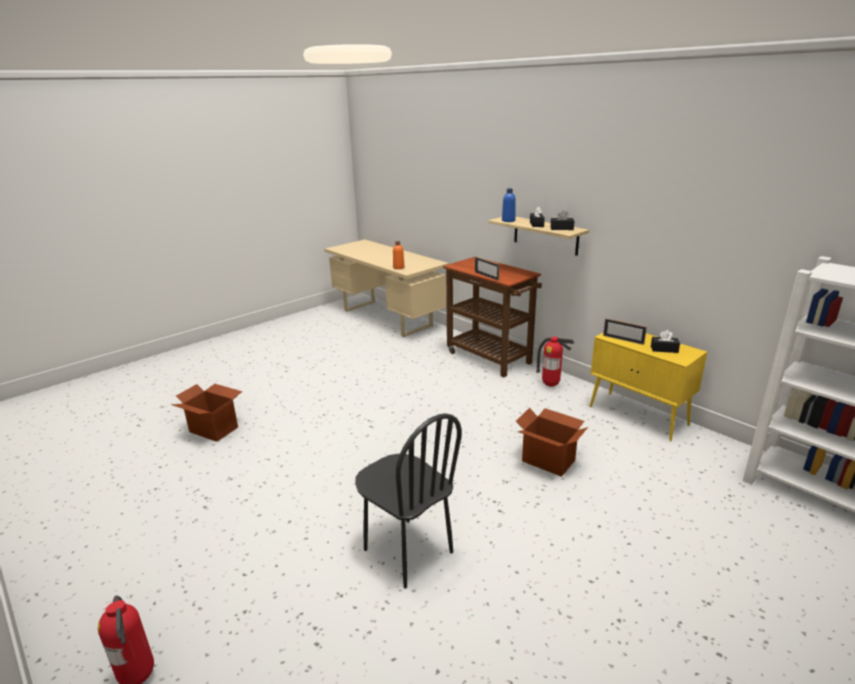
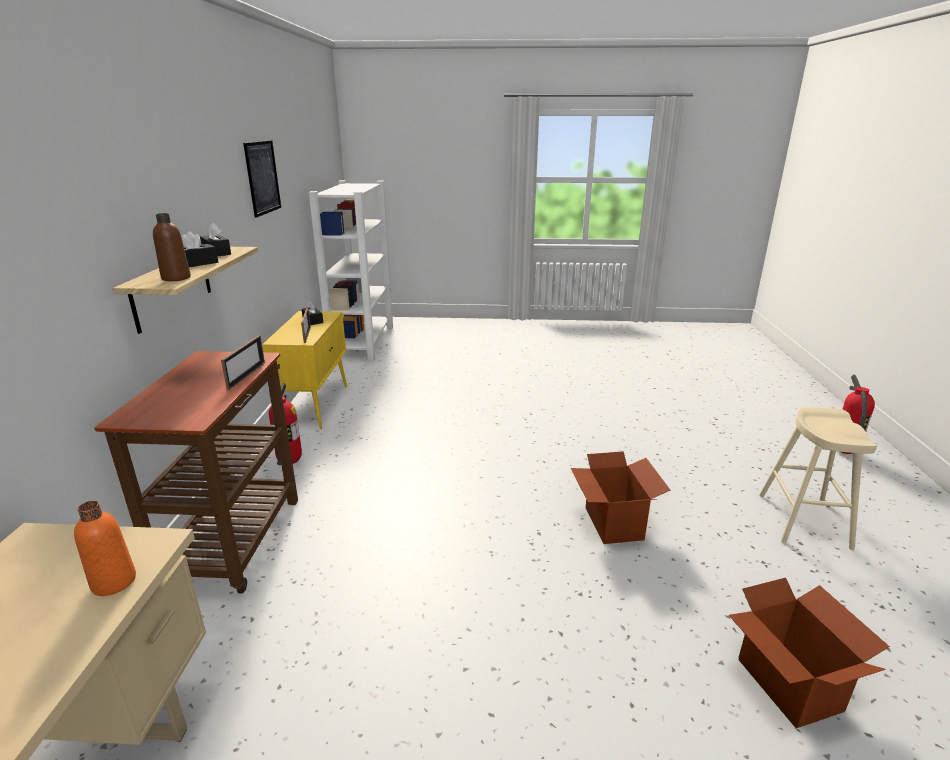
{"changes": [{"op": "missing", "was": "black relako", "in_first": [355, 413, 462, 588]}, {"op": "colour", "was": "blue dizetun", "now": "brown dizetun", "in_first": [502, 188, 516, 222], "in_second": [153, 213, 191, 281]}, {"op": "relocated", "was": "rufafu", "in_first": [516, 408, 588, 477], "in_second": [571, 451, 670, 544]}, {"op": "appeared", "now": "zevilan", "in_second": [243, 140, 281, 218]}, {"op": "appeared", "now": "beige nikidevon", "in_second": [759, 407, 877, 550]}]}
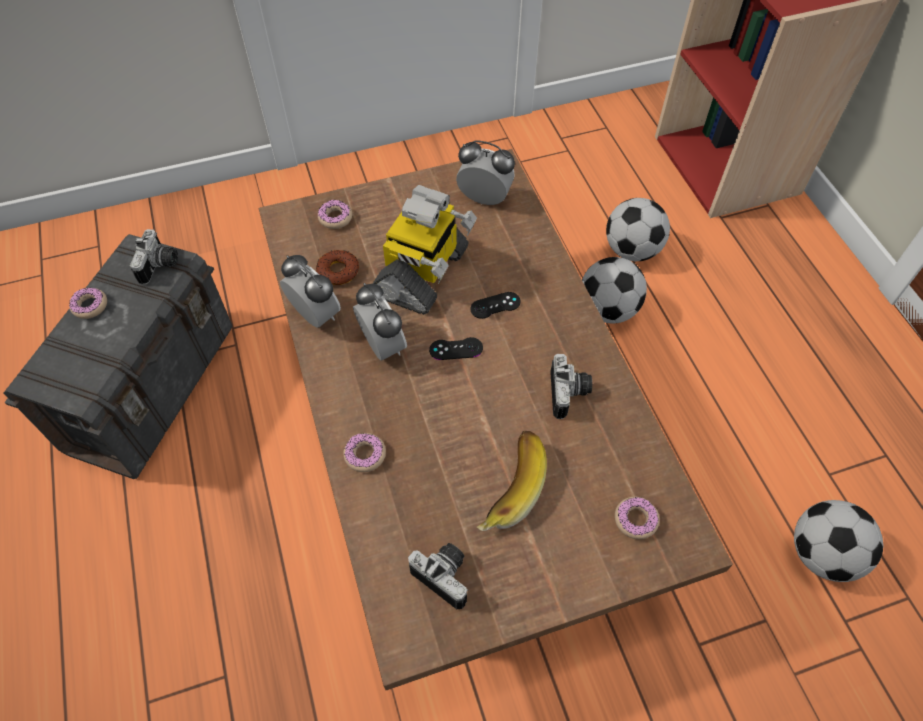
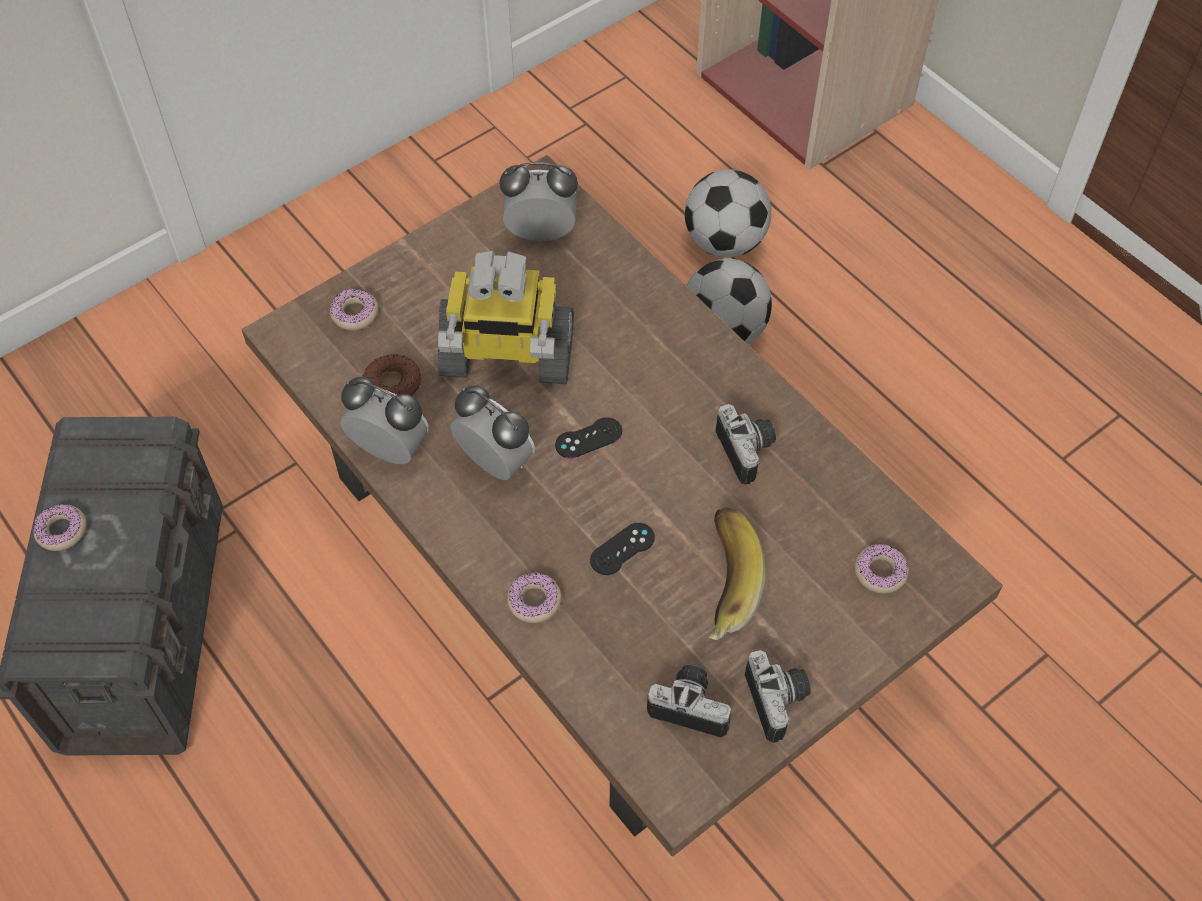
{"changes": [{"op": "relocated", "was": "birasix", "in_first": [130, 229, 178, 285], "in_second": [745, 650, 811, 743]}, {"op": "spun", "was": "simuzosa", "in_first": [372, 185, 477, 315], "in_second": [438, 251, 574, 385], "clockwise": 90}, {"op": "relocated", "was": "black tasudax", "in_first": [471, 292, 520, 319], "in_second": [590, 523, 655, 575]}, {"op": "missing", "was": "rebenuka", "in_first": [794, 500, 884, 582]}]}
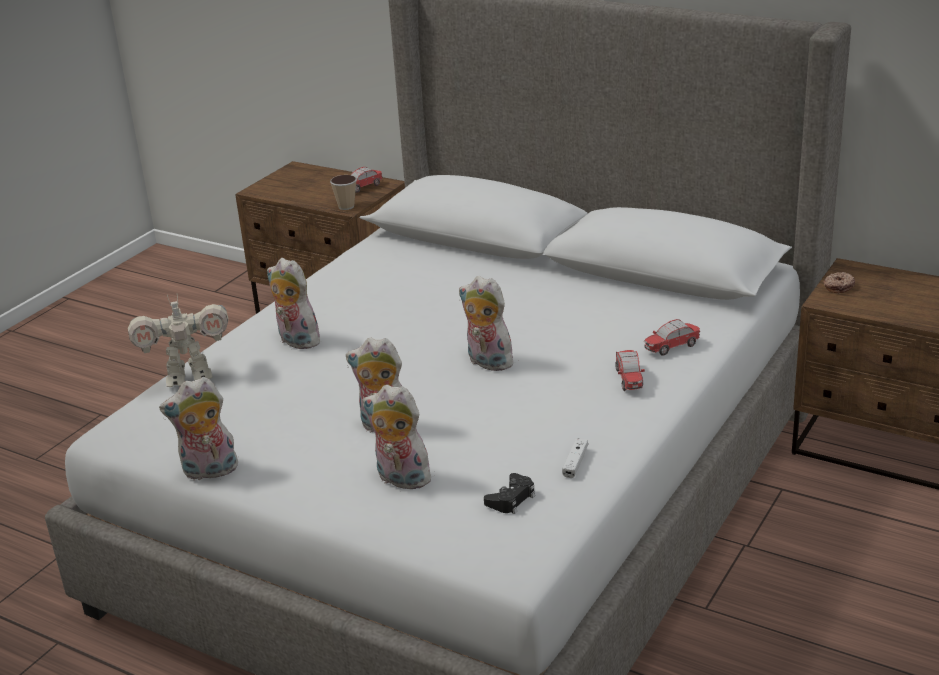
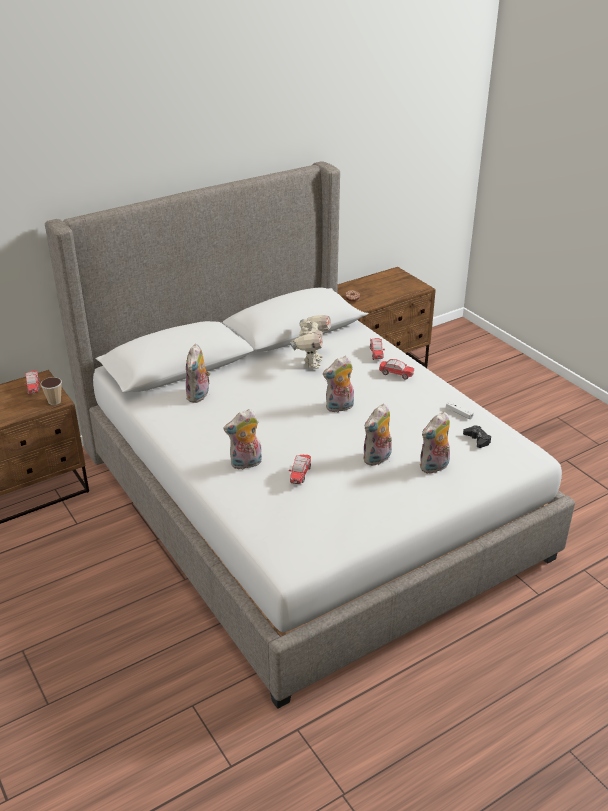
{"changes": [{"op": "relocated", "was": "simuzosa", "in_first": [128, 295, 228, 387], "in_second": [290, 315, 331, 369]}, {"op": "relocated", "was": "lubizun", "in_first": [159, 377, 238, 480], "in_second": [186, 344, 211, 403]}, {"op": "appeared", "now": "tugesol", "in_second": [289, 455, 311, 484]}]}
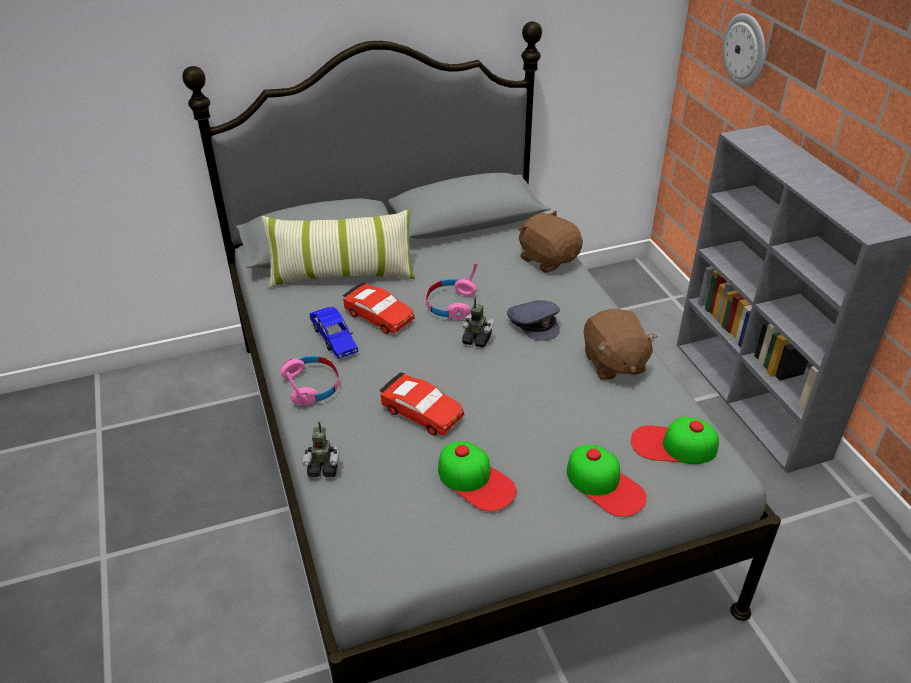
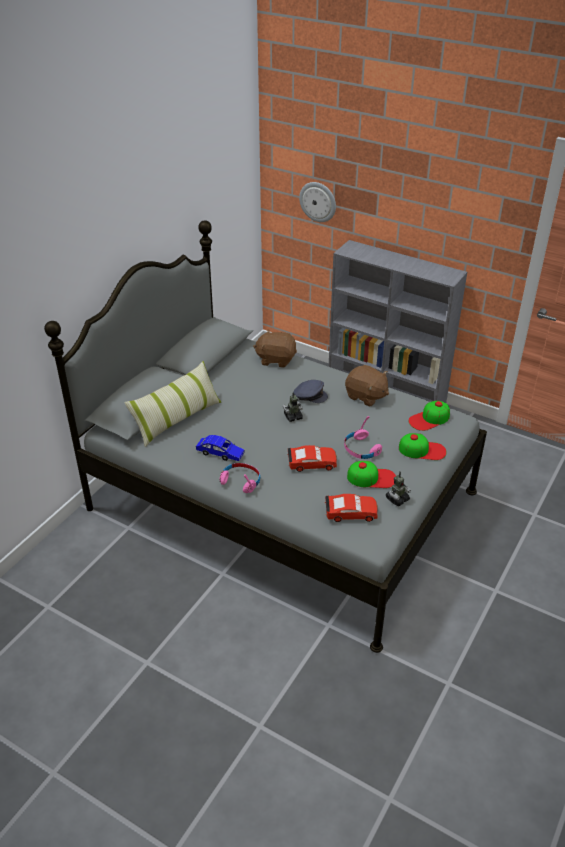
{"changes": [{"op": "relocated", "was": "simuzosa", "in_first": [303, 421, 340, 477], "in_second": [386, 472, 411, 506]}, {"op": "relocated", "was": "red tugesol", "in_first": [342, 282, 415, 334], "in_second": [325, 494, 378, 522]}, {"op": "relocated", "was": "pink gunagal", "in_first": [426, 263, 478, 320], "in_second": [344, 416, 382, 459]}]}
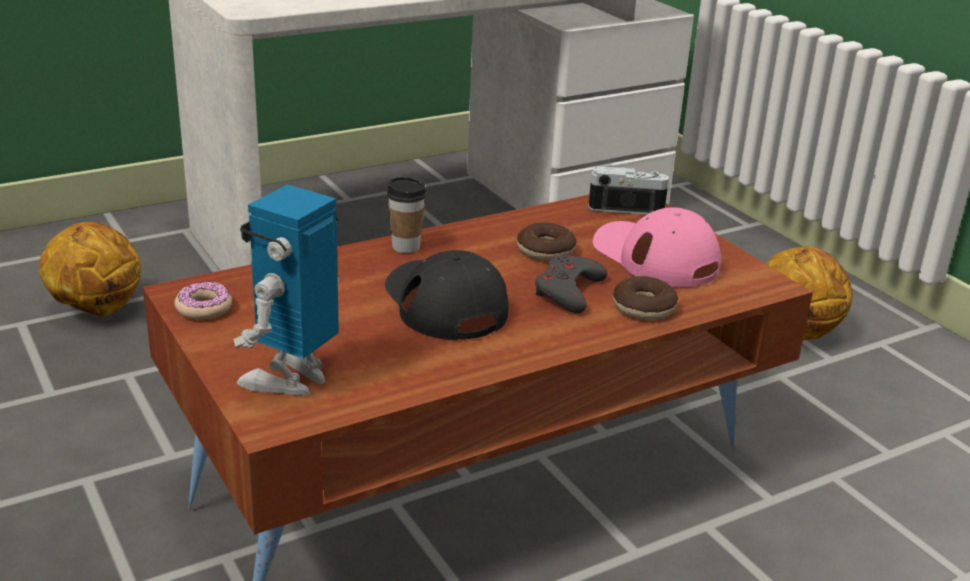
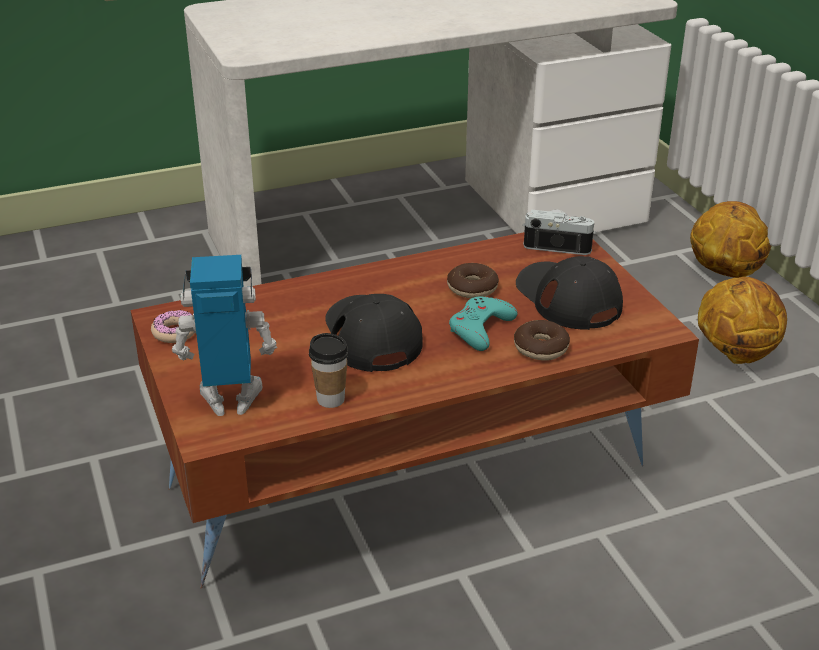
{"changes": [{"op": "relocated", "was": "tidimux", "in_first": [39, 222, 141, 316], "in_second": [690, 201, 771, 278]}, {"op": "spun", "was": "simuzosa", "in_first": [233, 184, 339, 395], "in_second": [172, 255, 277, 416], "clockwise": 45}, {"op": "relocated", "was": "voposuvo", "in_first": [387, 177, 427, 253], "in_second": [309, 333, 349, 408]}, {"op": "colour", "was": "grey tasudax", "now": "turquoise tasudax", "in_first": [535, 256, 607, 313], "in_second": [449, 297, 518, 351]}, {"op": "colour", "was": "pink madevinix", "now": "black madevinix", "in_first": [593, 207, 721, 287], "in_second": [516, 256, 623, 330]}]}
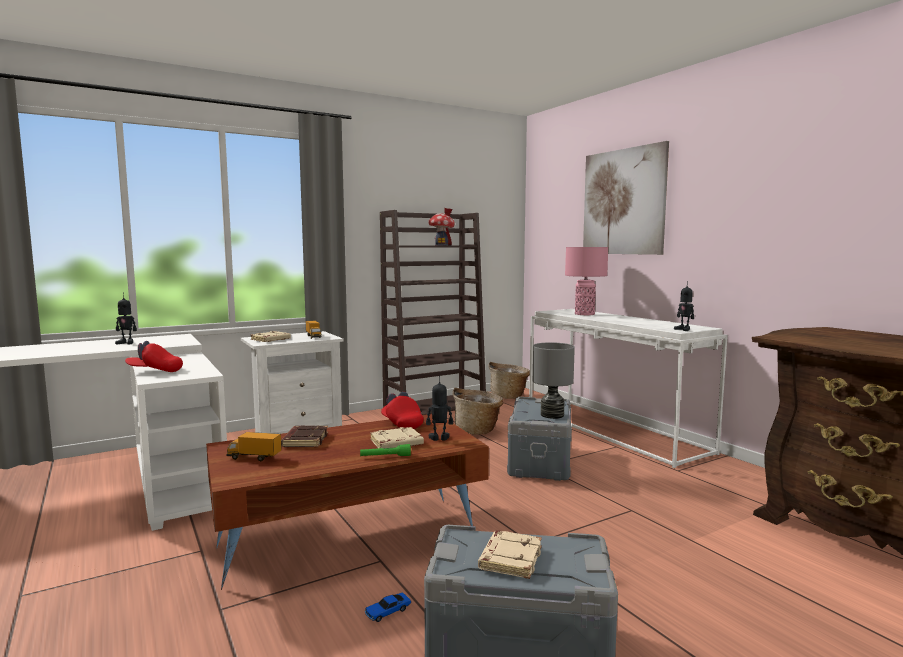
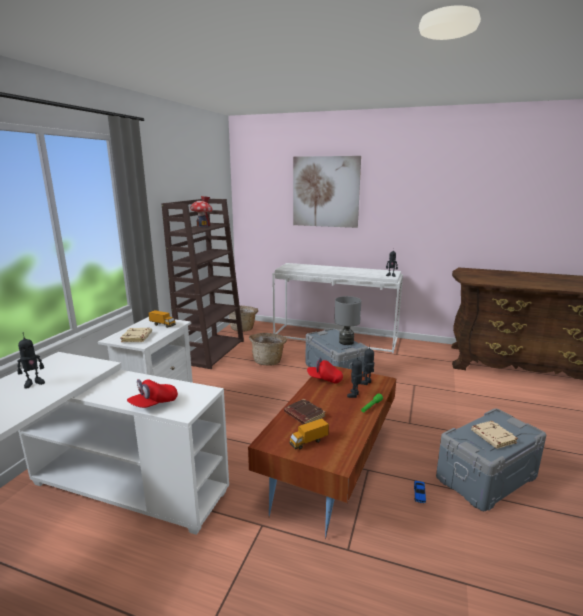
{"changes": [{"op": "exchanged", "was": "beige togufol", "now": "simuzosa", "in_first": [370, 427, 424, 448], "in_second": [347, 354, 363, 398]}, {"op": "missing", "was": "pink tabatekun", "in_first": [565, 247, 608, 315]}]}
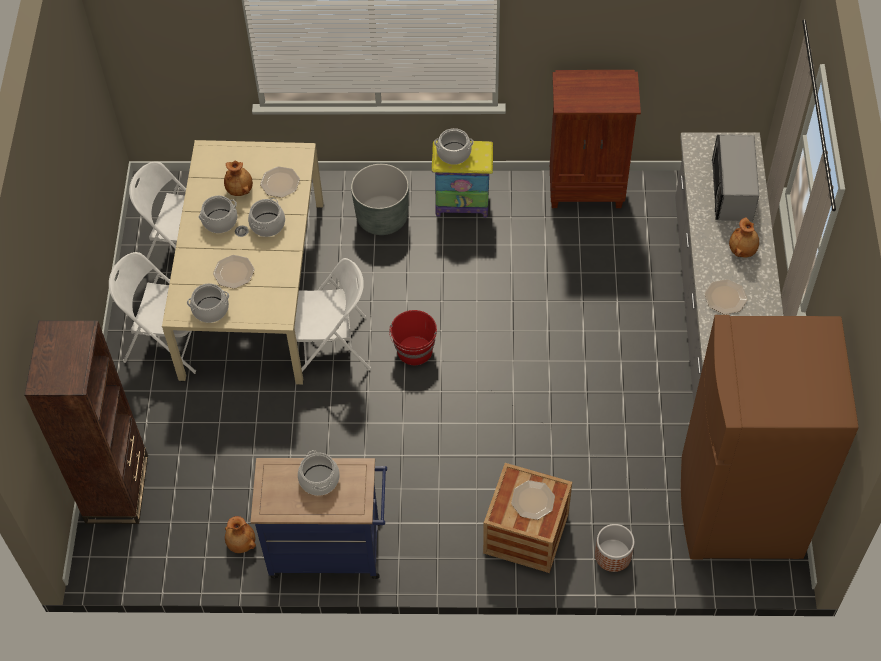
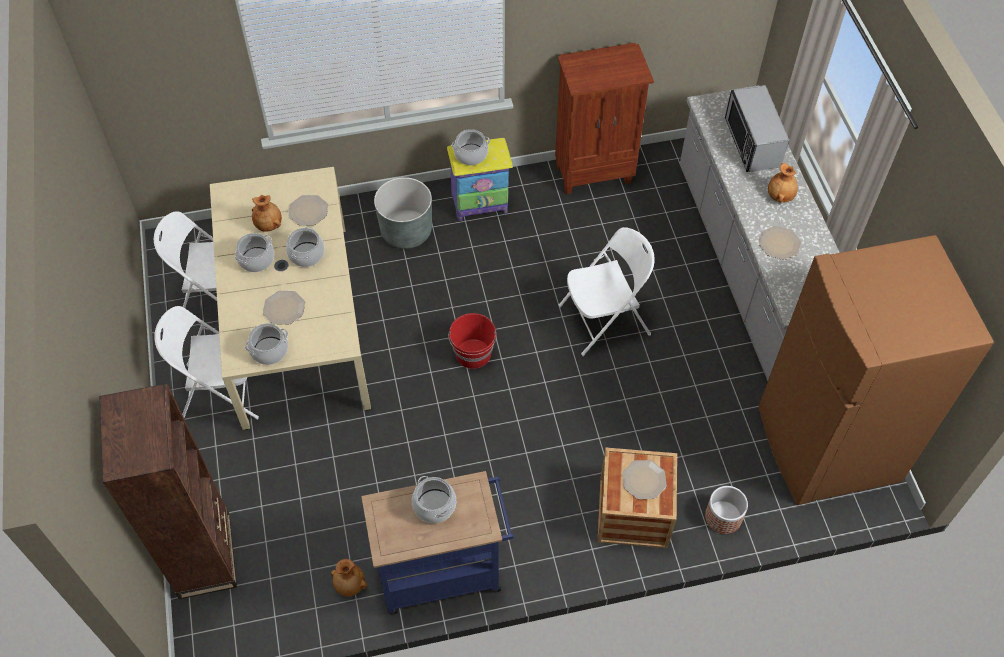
{"changes": [{"op": "relocated", "was": "white relako", "in_first": [294, 258, 371, 372], "in_second": [559, 227, 655, 356]}]}
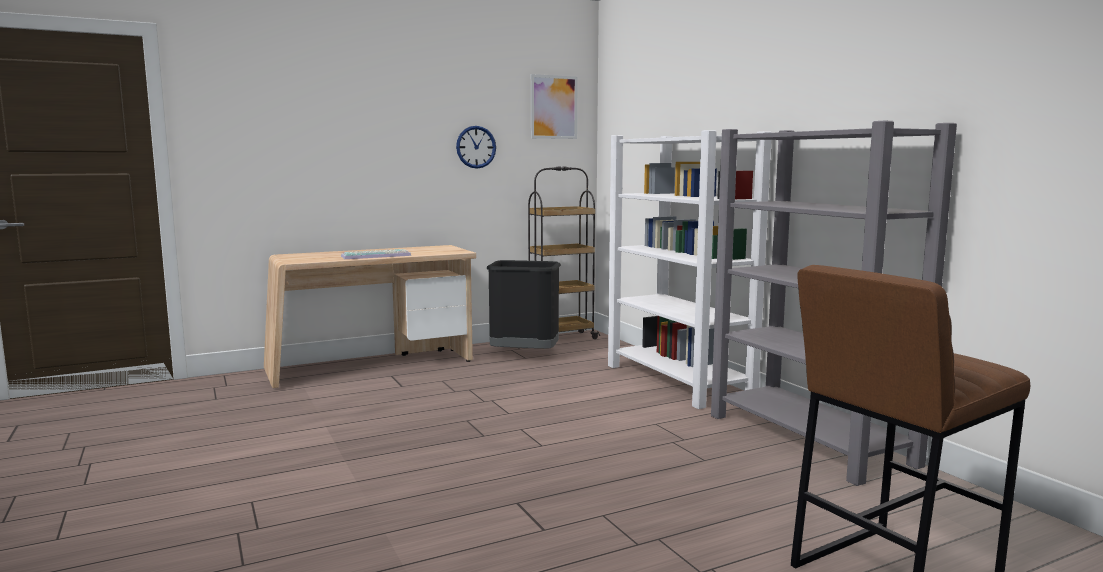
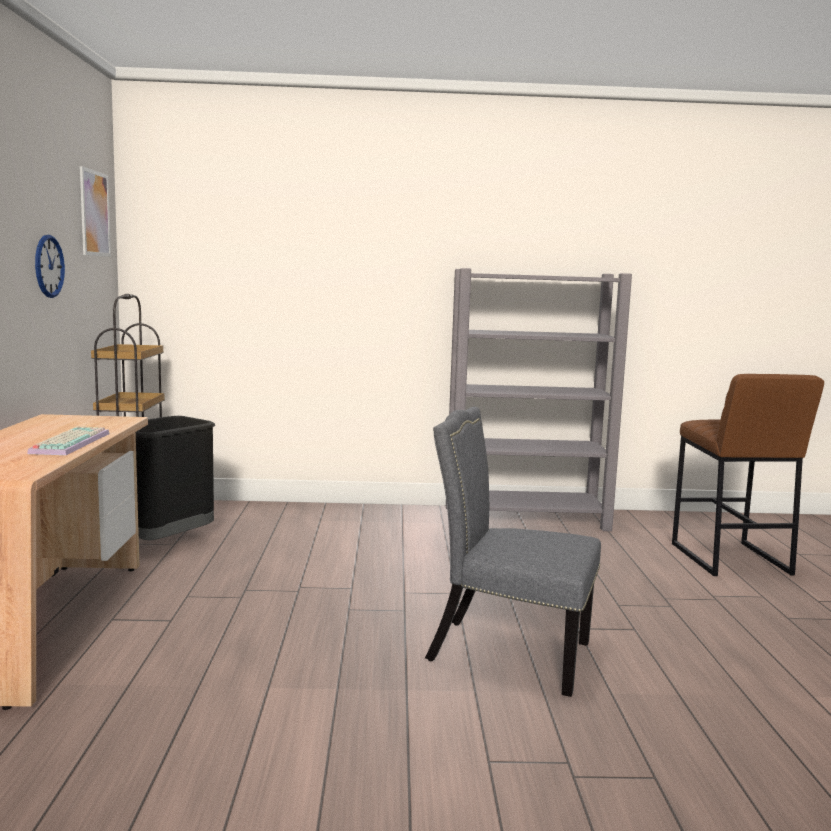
{"changes": [{"op": "missing", "was": "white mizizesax", "in_first": [608, 130, 772, 409]}, {"op": "appeared", "now": "grey relako", "in_second": [425, 407, 601, 697]}]}
